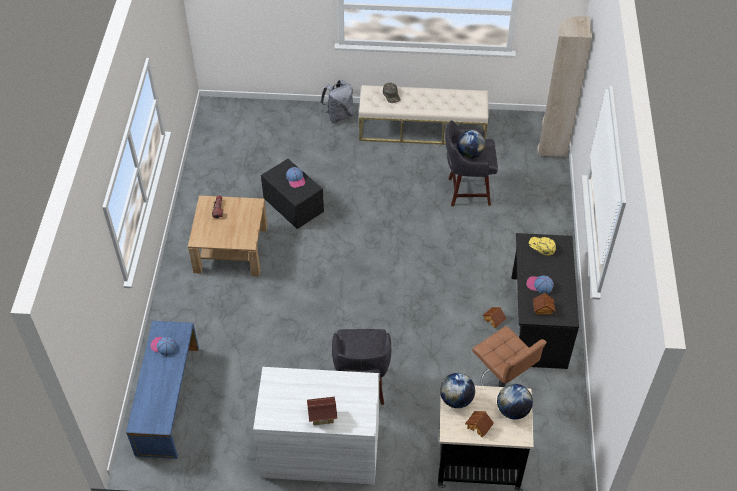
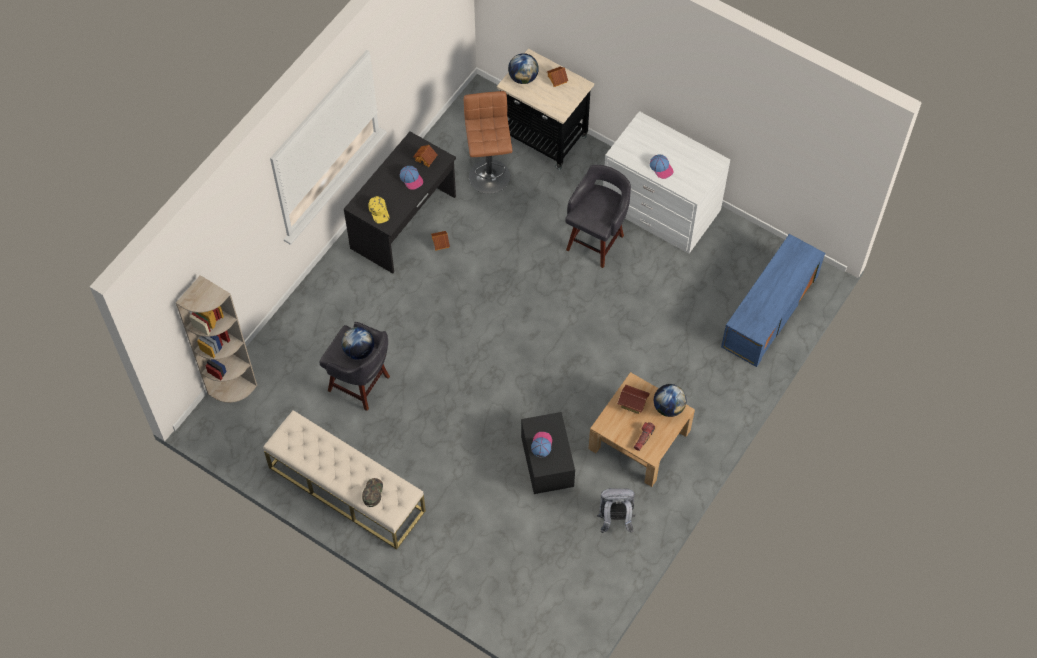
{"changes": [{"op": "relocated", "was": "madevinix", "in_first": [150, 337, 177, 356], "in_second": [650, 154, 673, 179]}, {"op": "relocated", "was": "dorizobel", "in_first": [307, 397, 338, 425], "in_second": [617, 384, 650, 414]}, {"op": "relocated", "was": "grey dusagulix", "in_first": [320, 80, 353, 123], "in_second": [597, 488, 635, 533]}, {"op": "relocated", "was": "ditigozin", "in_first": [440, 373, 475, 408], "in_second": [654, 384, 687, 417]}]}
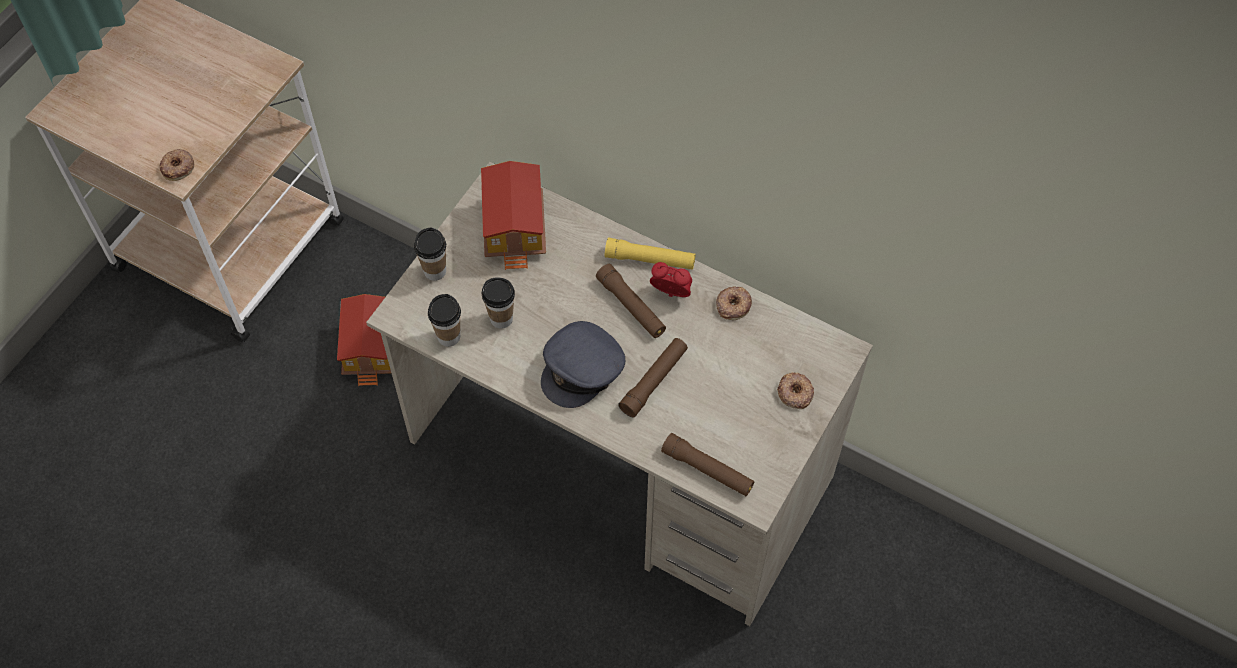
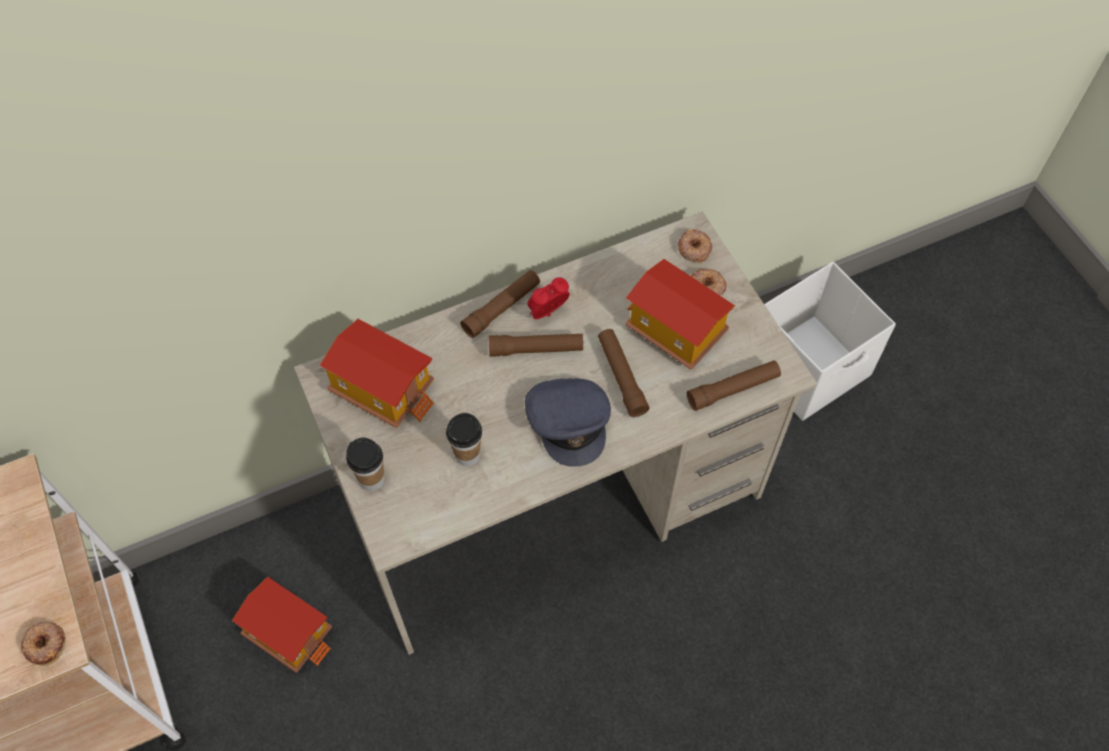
{"changes": [{"op": "missing", "was": "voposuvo", "in_first": [428, 294, 461, 347]}, {"op": "colour", "was": "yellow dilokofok", "now": "brown dilokofok", "in_first": [605, 238, 696, 270], "in_second": [460, 270, 540, 338]}, {"op": "relocated", "was": "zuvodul", "in_first": [716, 287, 752, 320], "in_second": [677, 229, 712, 263]}, {"op": "appeared", "now": "dorizobel", "in_second": [626, 259, 735, 370]}, {"op": "appeared", "now": "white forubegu", "in_second": [765, 262, 896, 421]}]}
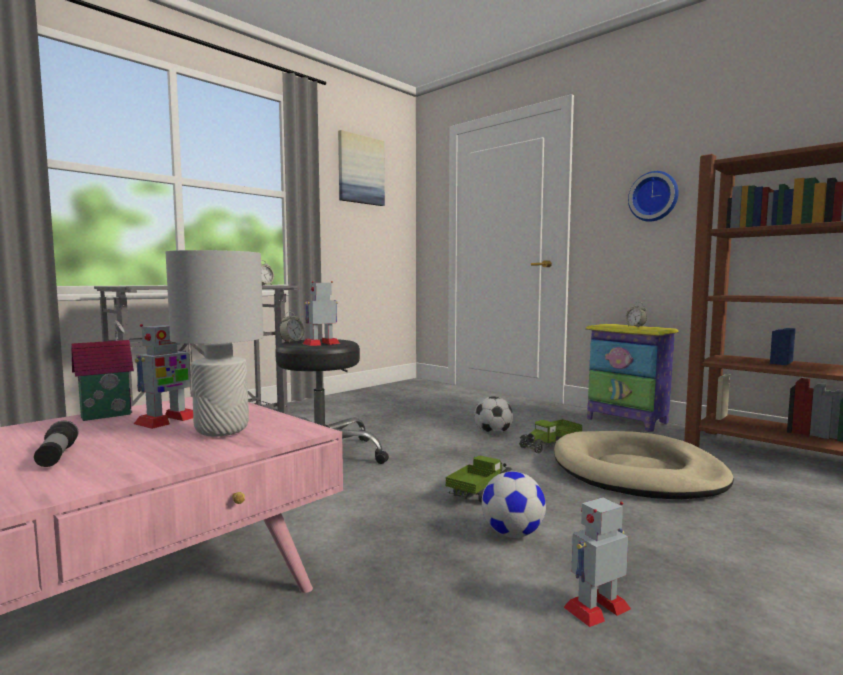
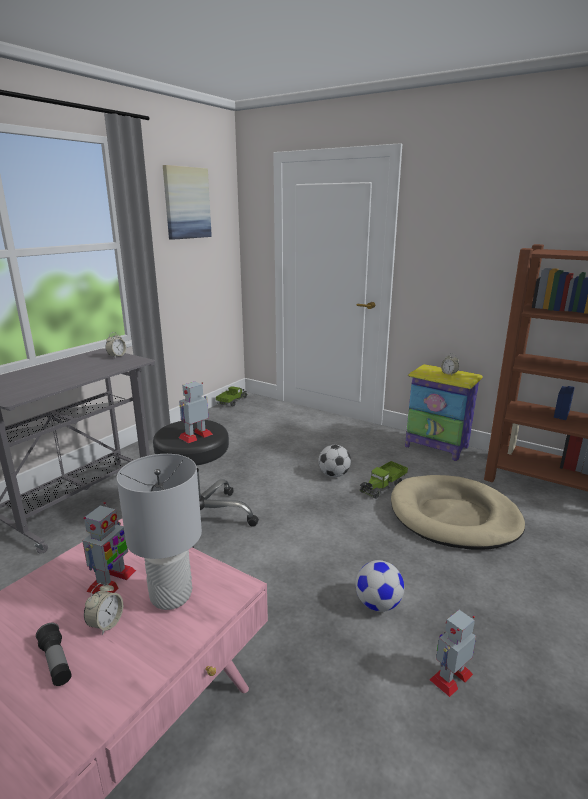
{"changes": [{"op": "missing", "was": "dorizobel", "in_first": [71, 320, 134, 421]}, {"op": "relocated", "was": "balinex", "in_first": [279, 312, 304, 343], "in_second": [84, 582, 123, 635]}, {"op": "relocated", "was": "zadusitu", "in_first": [446, 456, 513, 503], "in_second": [216, 386, 247, 407]}, {"op": "missing", "was": "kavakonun", "in_first": [628, 171, 679, 222]}]}
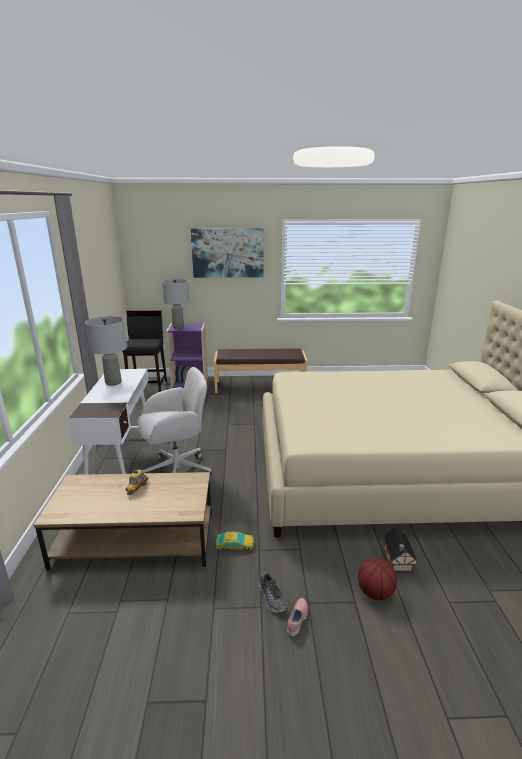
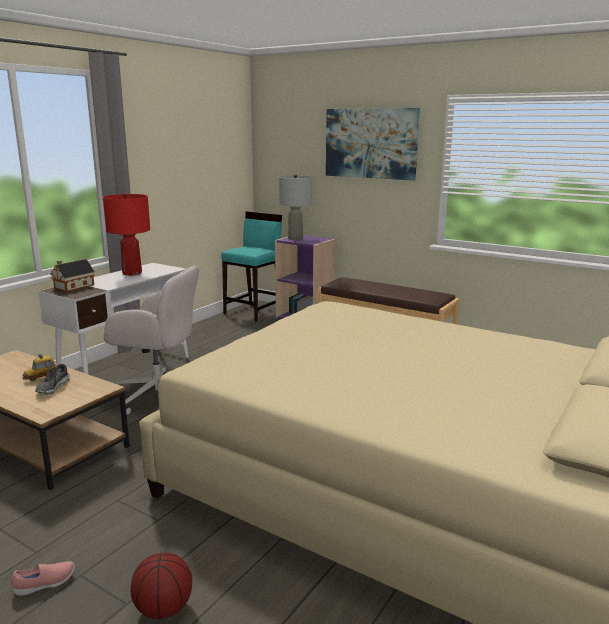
{"changes": [{"op": "colour", "was": "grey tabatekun", "now": "red tabatekun", "in_first": [85, 316, 127, 386], "in_second": [103, 193, 150, 276]}, {"op": "colour", "was": "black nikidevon", "now": "turquoise nikidevon", "in_first": [122, 311, 167, 392], "in_second": [221, 211, 282, 321]}, {"op": "missing", "was": "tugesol", "in_first": [216, 532, 254, 551]}, {"op": "relocated", "was": "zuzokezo", "in_first": [259, 572, 287, 612], "in_second": [35, 364, 70, 395]}, {"op": "relocated", "was": "dorizobel", "in_first": [383, 527, 418, 572], "in_second": [50, 259, 95, 292]}]}
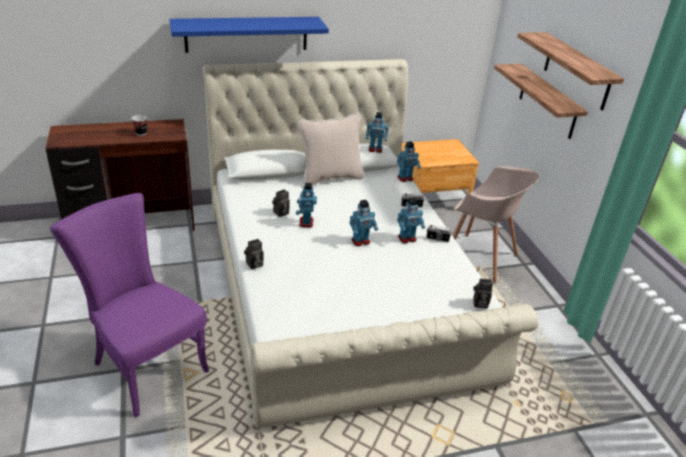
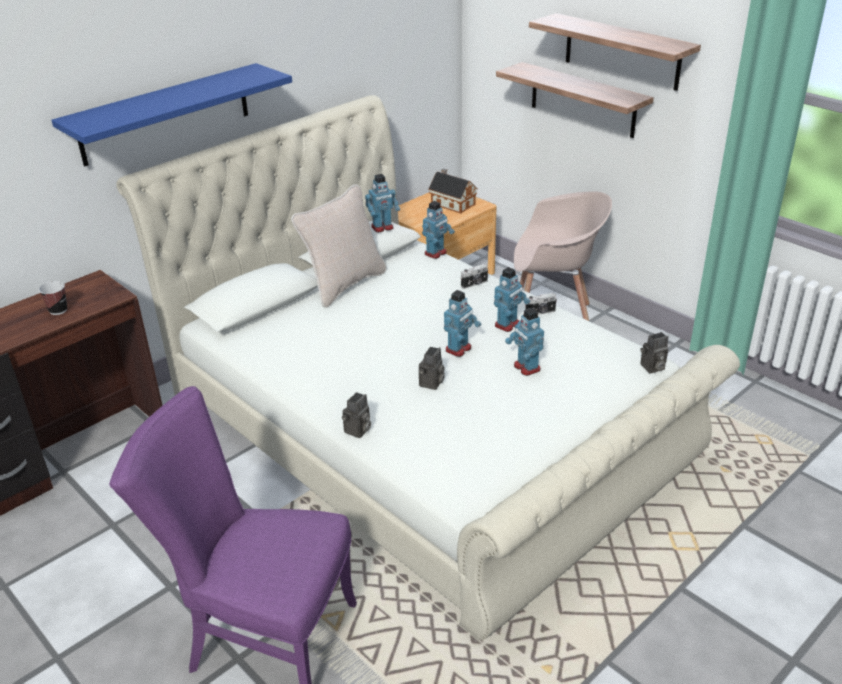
{"changes": [{"op": "relocated", "was": "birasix", "in_first": [272, 190, 290, 217], "in_second": [419, 347, 445, 390]}, {"op": "relocated", "was": "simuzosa", "in_first": [296, 182, 317, 227], "in_second": [505, 308, 544, 376]}, {"op": "appeared", "now": "dorizobel", "in_second": [428, 168, 477, 214]}]}
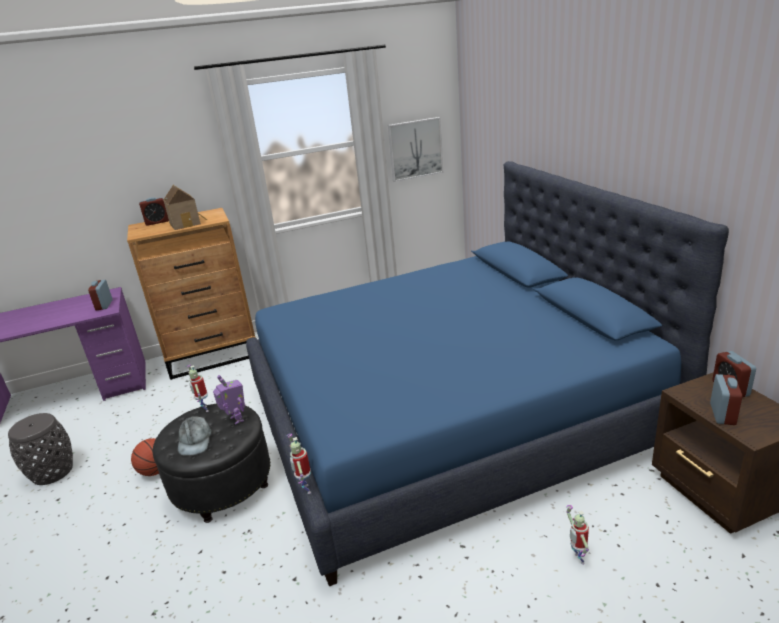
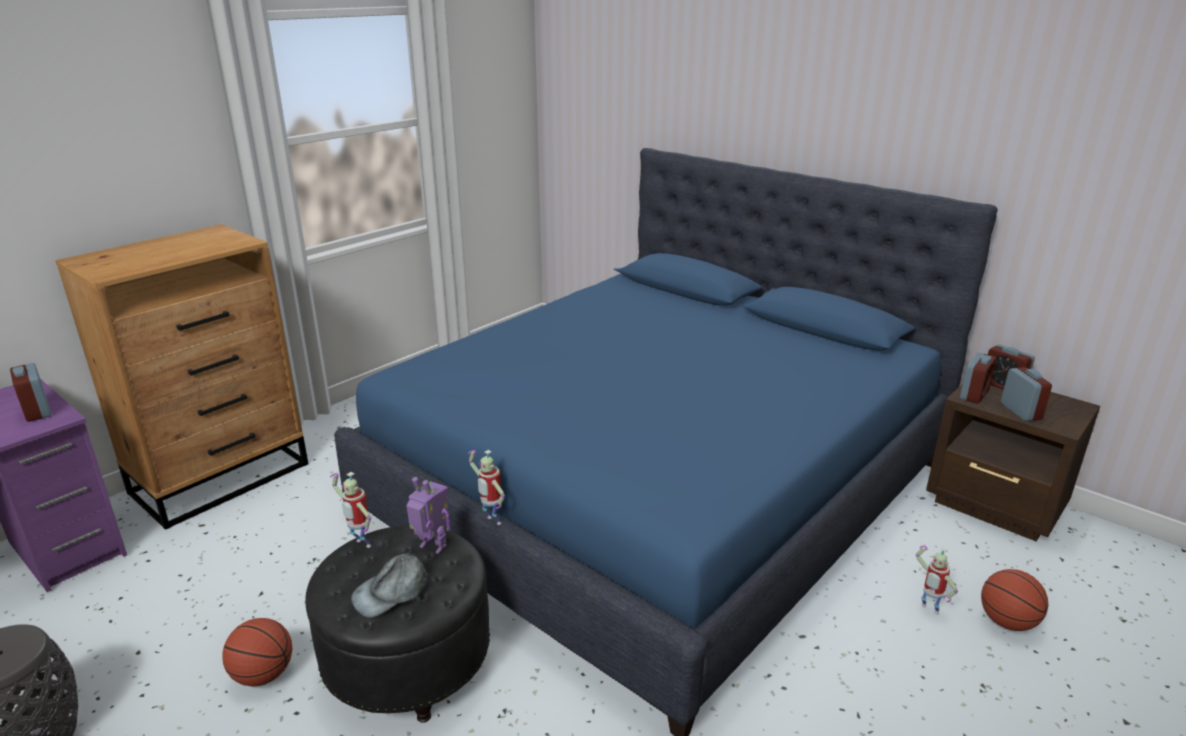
{"changes": [{"op": "relocated", "was": "balinex", "in_first": [139, 197, 169, 226], "in_second": [960, 353, 997, 404]}, {"op": "missing", "was": "dorizobel", "in_first": [163, 185, 207, 230]}, {"op": "spun", "was": "grey madevinix", "in_first": [178, 416, 212, 456], "in_second": [351, 553, 429, 618], "clockwise": 90}, {"op": "relocated", "was": "simuzosa", "in_first": [287, 434, 311, 494], "in_second": [468, 450, 505, 525]}, {"op": "missing", "was": "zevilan", "in_first": [388, 117, 443, 182]}, {"op": "appeared", "now": "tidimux", "in_second": [981, 569, 1048, 631]}]}
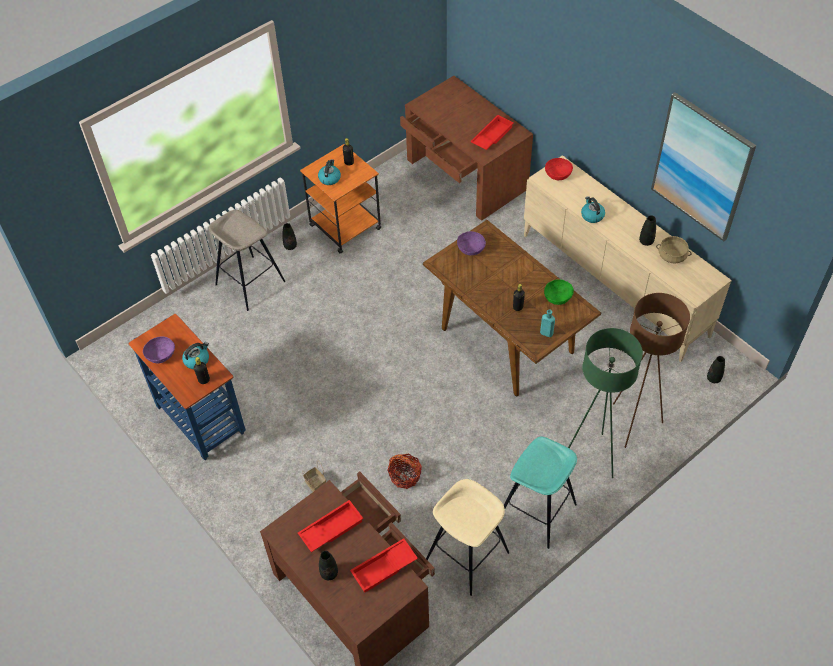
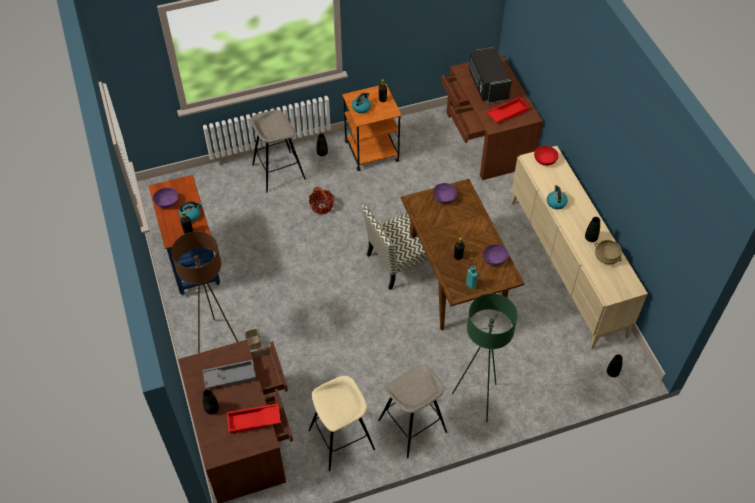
{"changes": [{"op": "colour", "was": "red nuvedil", "now": "grey nuvedil", "in_first": [298, 500, 364, 552], "in_second": [203, 360, 256, 388]}, {"op": "relocated", "was": "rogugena", "in_first": [387, 454, 422, 489], "in_second": [309, 186, 334, 214]}, {"op": "colour", "was": "turquoise nikidevon", "now": "grey nikidevon", "in_first": [504, 437, 577, 549], "in_second": [378, 365, 447, 458]}, {"op": "colour", "was": "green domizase", "now": "purple domizase", "in_first": [544, 279, 574, 305], "in_second": [483, 244, 509, 266]}, {"op": "relocated", "was": "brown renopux", "in_first": [613, 293, 690, 448], "in_second": [171, 231, 238, 353]}, {"op": "missing", "was": "zevilan", "in_first": [651, 92, 756, 241]}, {"op": "appeared", "now": "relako", "in_second": [362, 204, 428, 290]}, {"op": "appeared", "now": "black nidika", "in_second": [469, 46, 512, 103]}]}
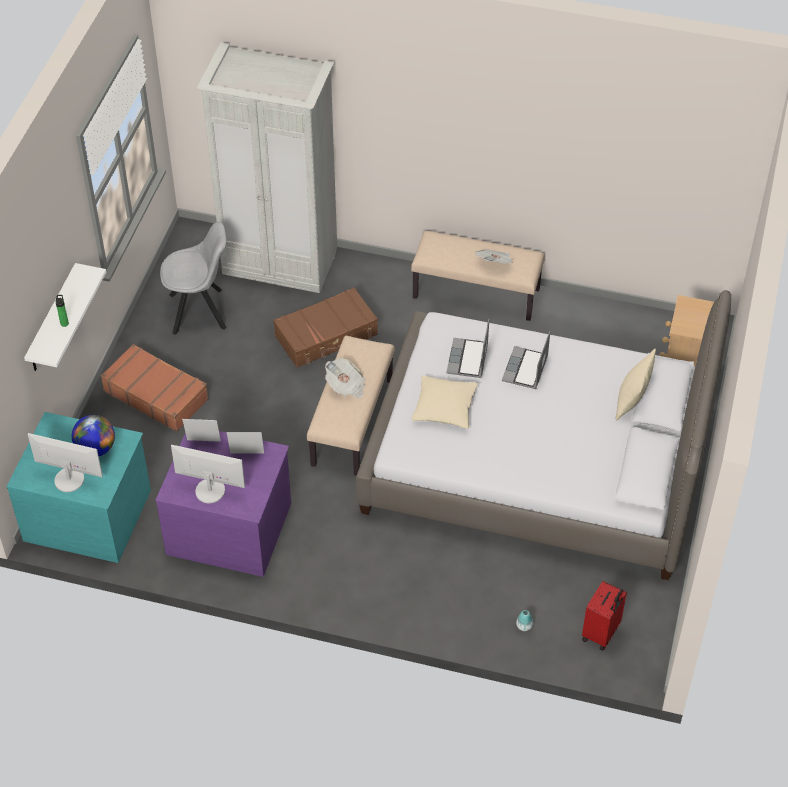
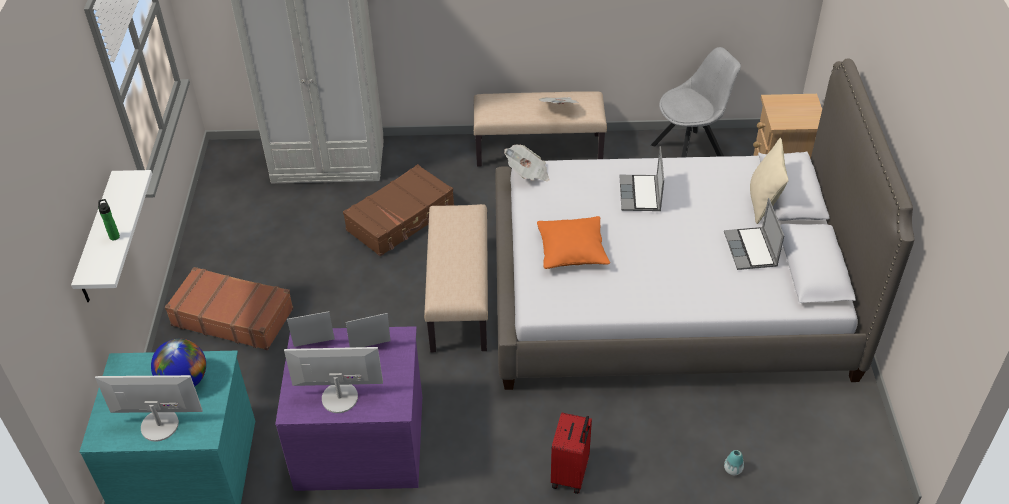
{"changes": [{"op": "relocated", "was": "grey relako", "in_first": [160, 222, 227, 335], "in_second": [651, 47, 741, 158]}, {"op": "relocated", "was": "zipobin", "in_first": [325, 358, 366, 399], "in_second": [504, 145, 549, 181]}, {"op": "colour", "was": "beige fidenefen", "now": "orange fidenefen", "in_first": [412, 375, 478, 429], "in_second": [537, 216, 610, 269]}, {"op": "relocated", "was": "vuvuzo", "in_first": [446, 319, 489, 378], "in_second": [724, 198, 784, 270]}, {"op": "relocated", "was": "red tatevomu", "in_first": [582, 581, 627, 651], "in_second": [551, 413, 592, 494]}]}
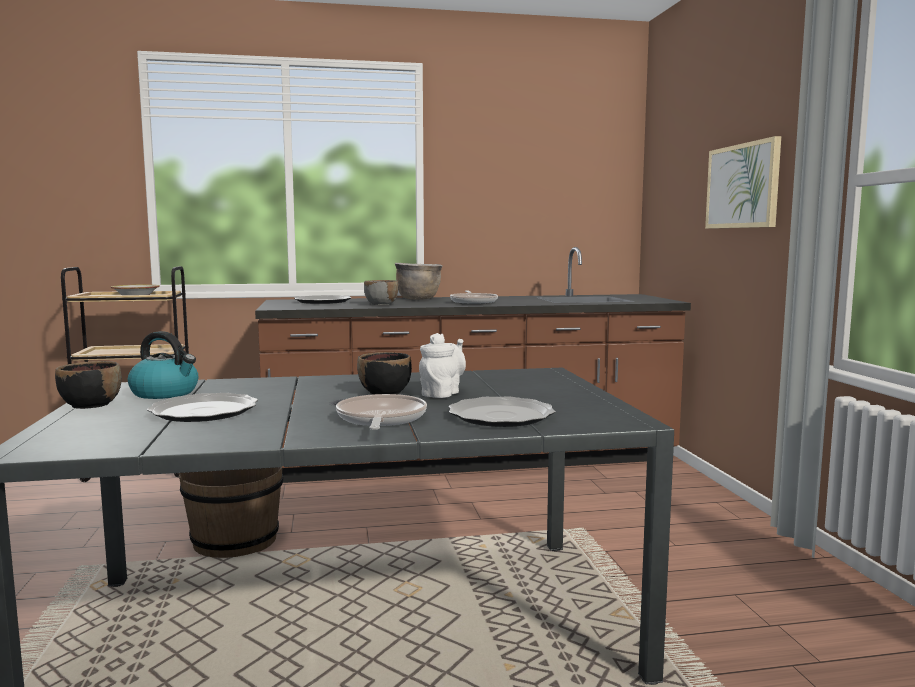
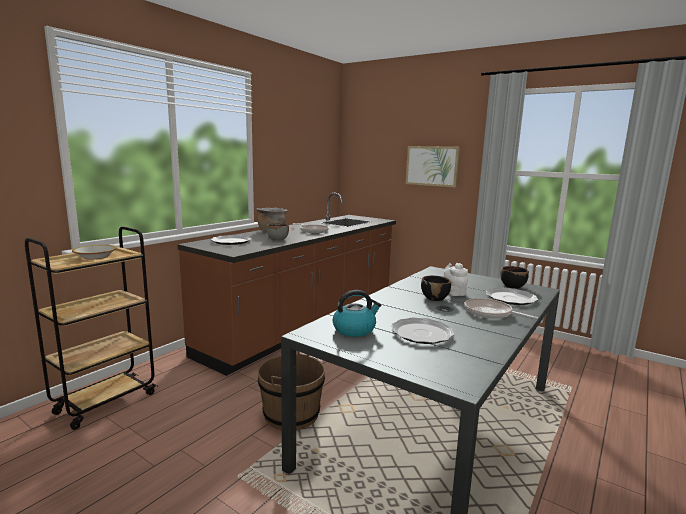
{"changes": [{"op": "relocated", "was": "black domizase", "in_first": [55, 361, 122, 409], "in_second": [500, 266, 529, 289]}]}
